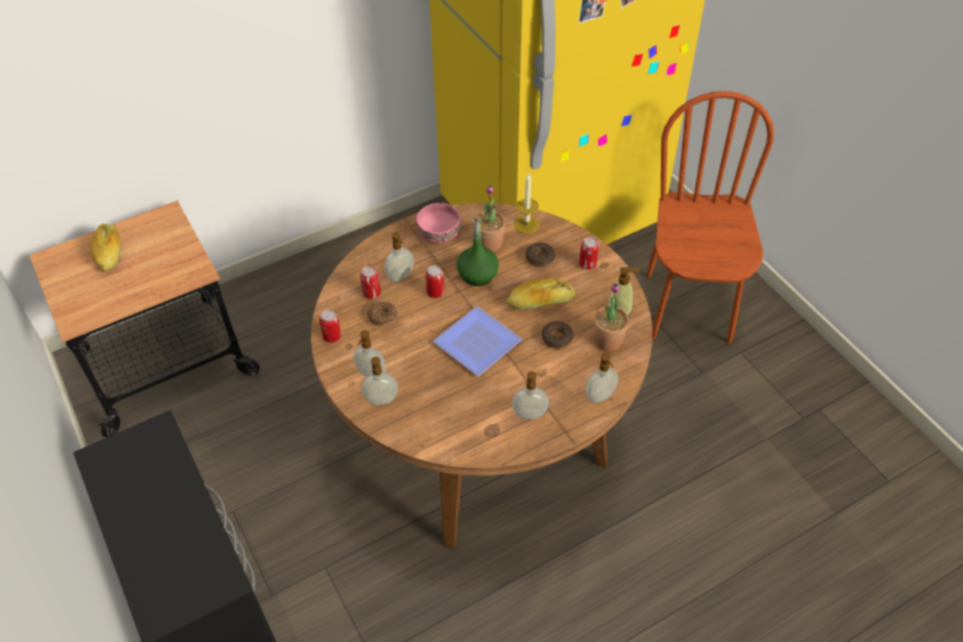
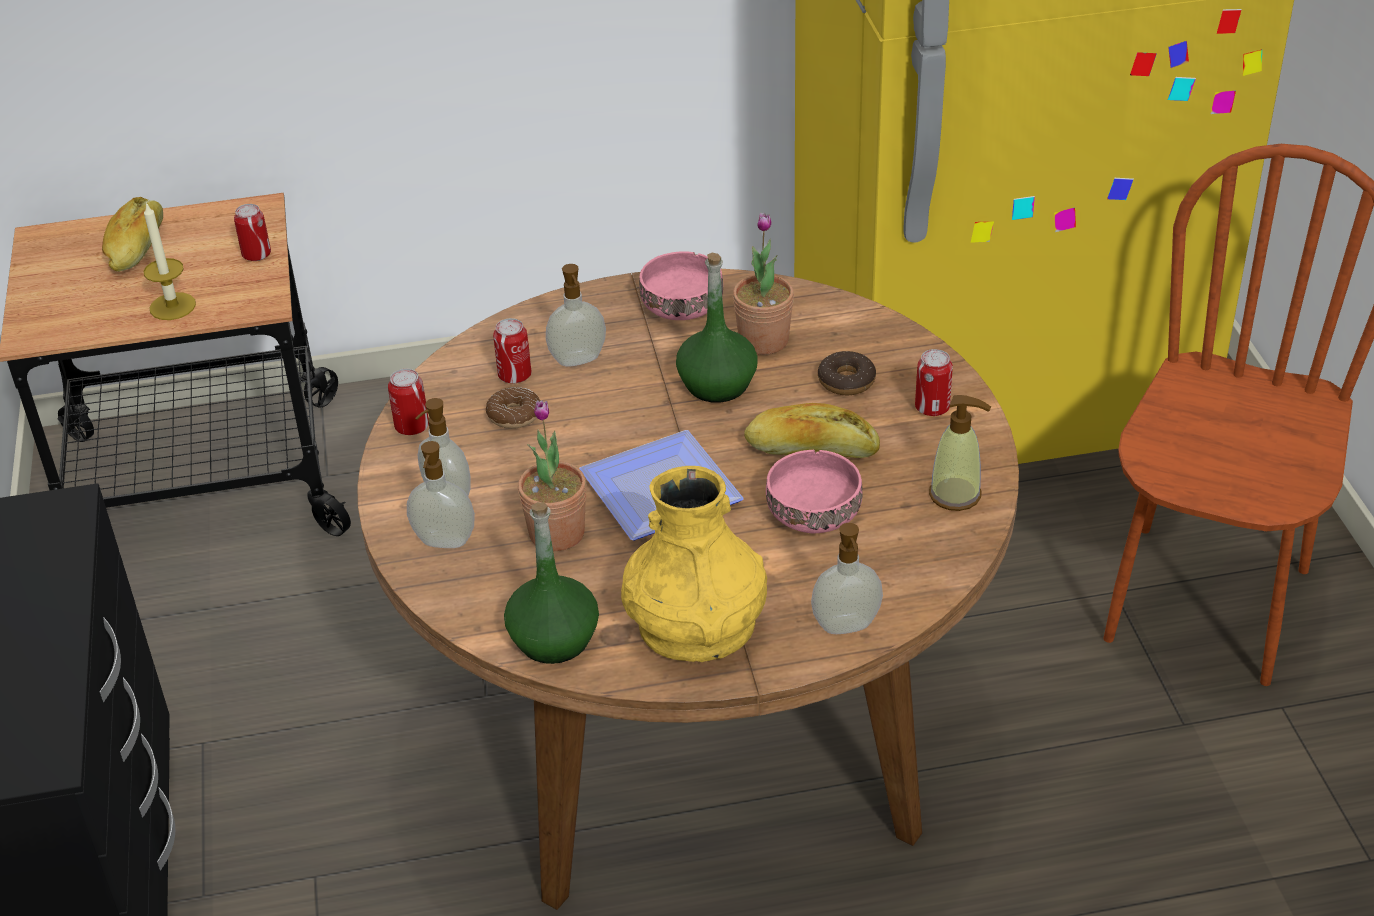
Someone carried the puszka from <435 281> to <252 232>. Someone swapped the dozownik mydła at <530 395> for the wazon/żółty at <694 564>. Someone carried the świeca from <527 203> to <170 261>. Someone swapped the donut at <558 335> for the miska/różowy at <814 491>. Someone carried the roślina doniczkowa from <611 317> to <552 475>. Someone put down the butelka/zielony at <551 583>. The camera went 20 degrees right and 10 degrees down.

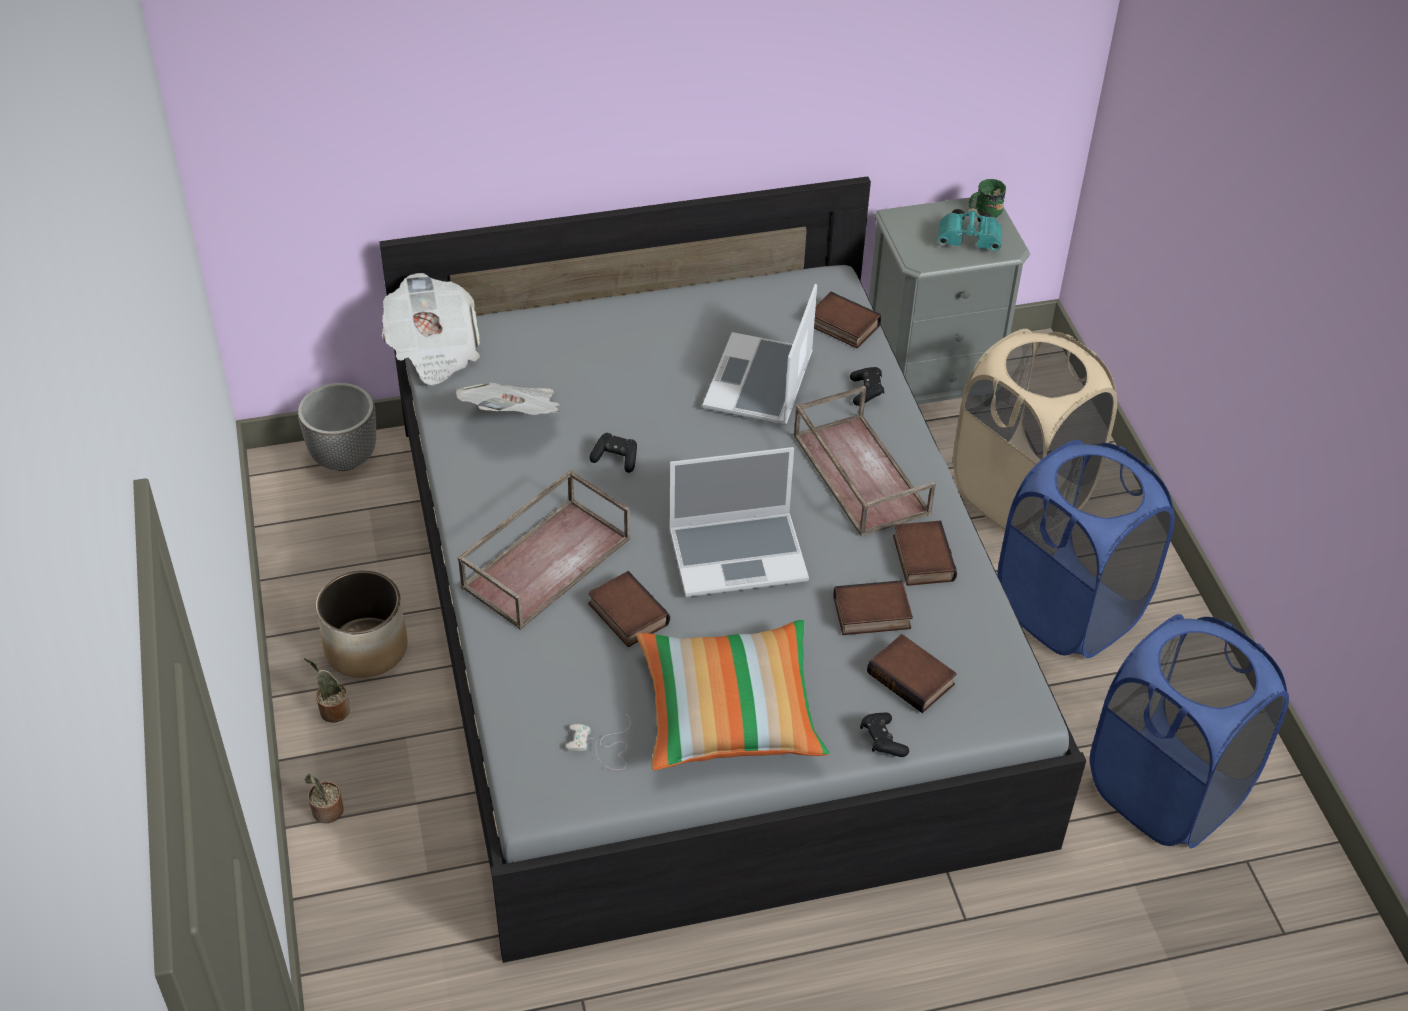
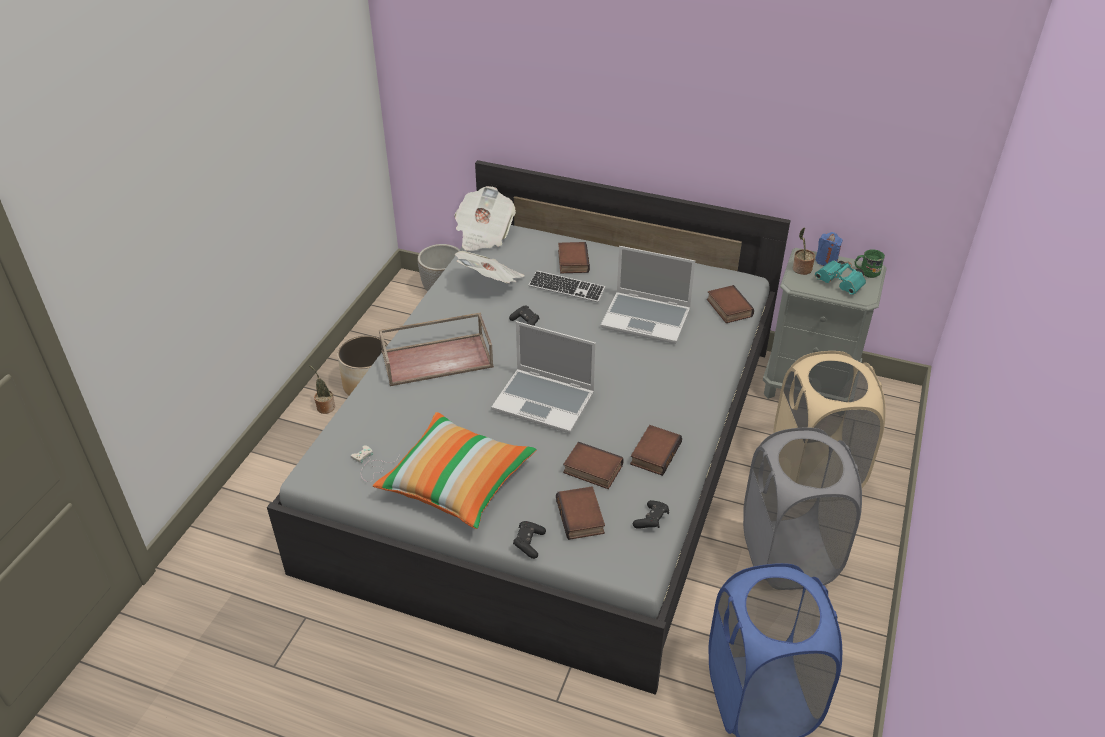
Someone carried the roślina doniczkowa from <324 798> to <803 251>. Someone carried the książka from <629 609> to <574 257>. Someone rotated the laptop at <759 354> by 120 degrees counterclockwise. Someone took away the taca/brązowy at <864 461>. Someone carried the pad do gier/czarny from <867 386> to <651 514>. Someone repainted the kosz na pranie/niebieski at <1086 549>, which became the kosz na pranie/szary at <802 506>. Someone put down the klawiatura at <567 286>. Someone put down the świeca/niebieski at <829 249>. The camera went 35 degrees right and 5 degrees down.

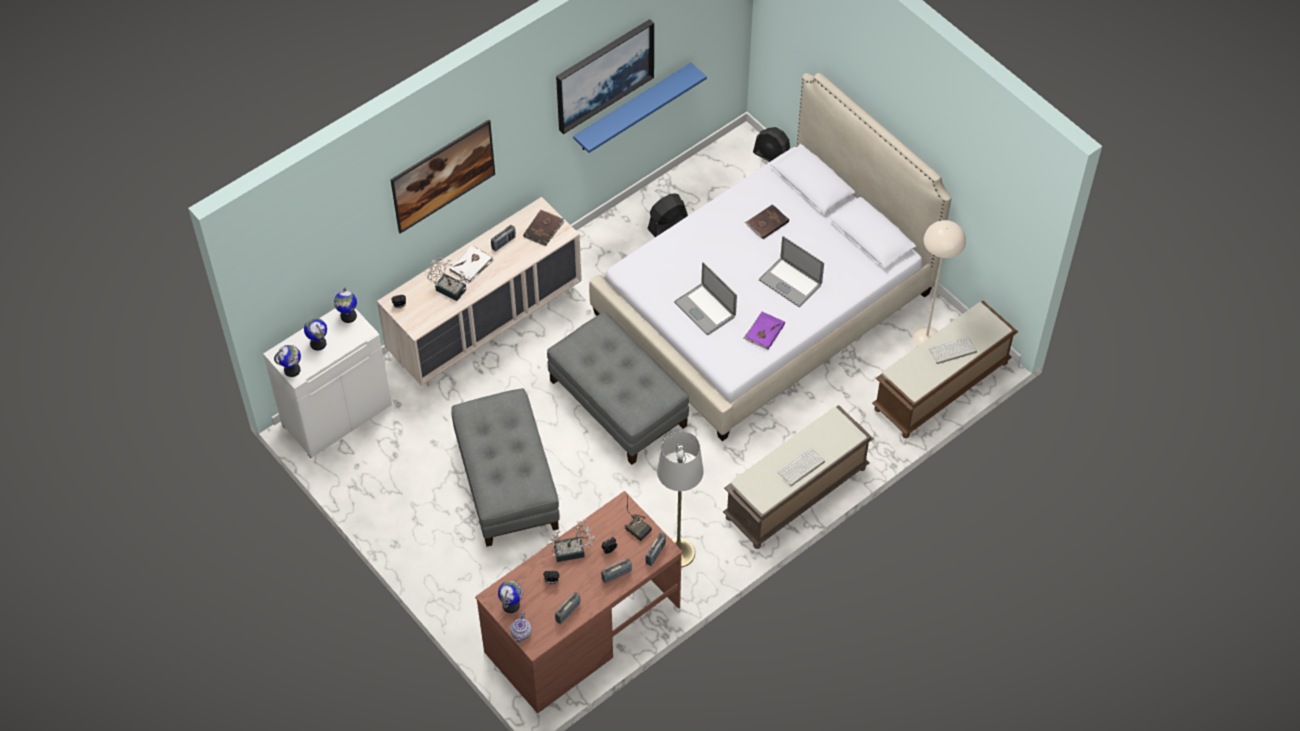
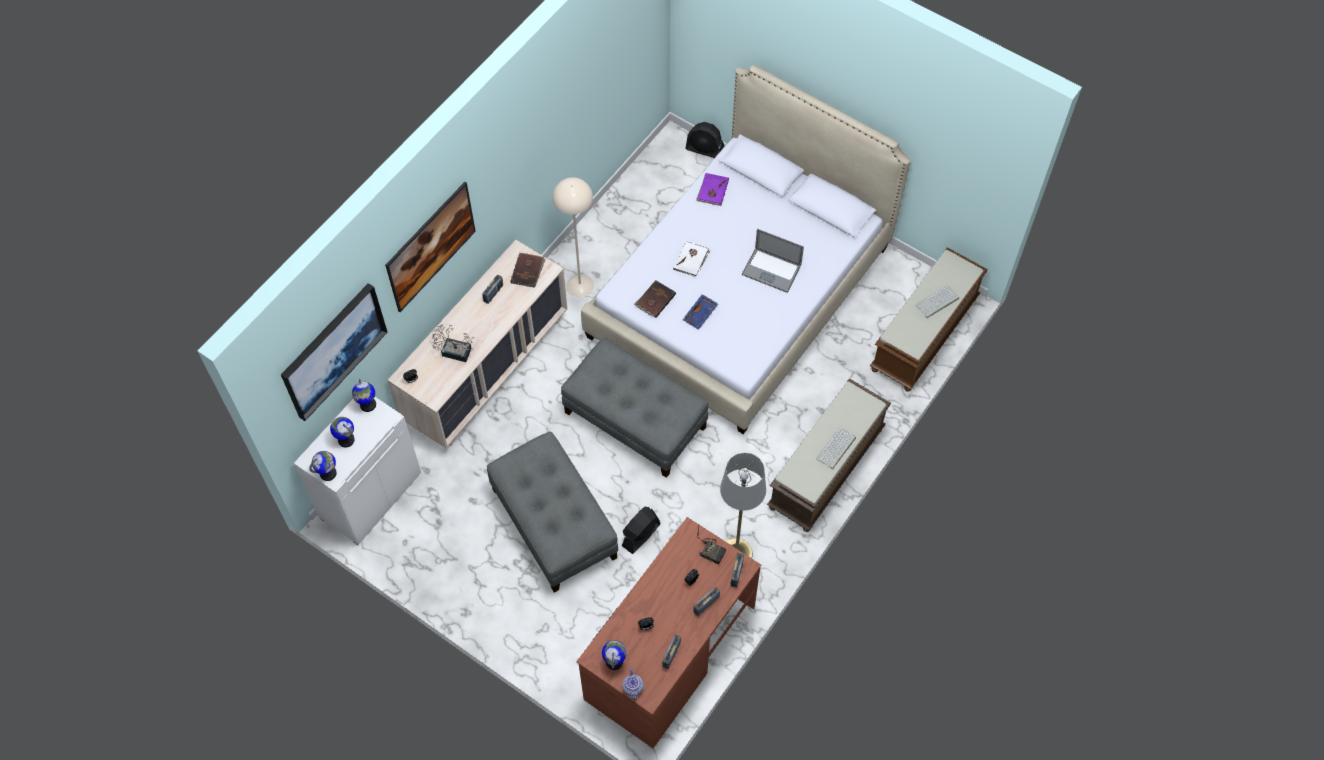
Someone carried the książka/biały from <471 264> to <691 259>. Someone took away the roślina doniczkowa at <571 540>. Someone carried the obraz from <605 76> to <334 352>. Someone took away the półka/niebieski at <640 108>. Someone carried the wentylator/czarny from <668 215> to <641 530>. Someone swapped the laptop at <705 298> for the taca/niebieski at <700 312>. Someone carried the książka/fioletowy from <764 330> to <712 189>. Someone carried the książka/brązowy from <767 221> to <655 299>. Someone carried the lampa stojąca/beżowy from <939 283> to <573 237>. The camera went 15 degrees left and 5 degrees up.

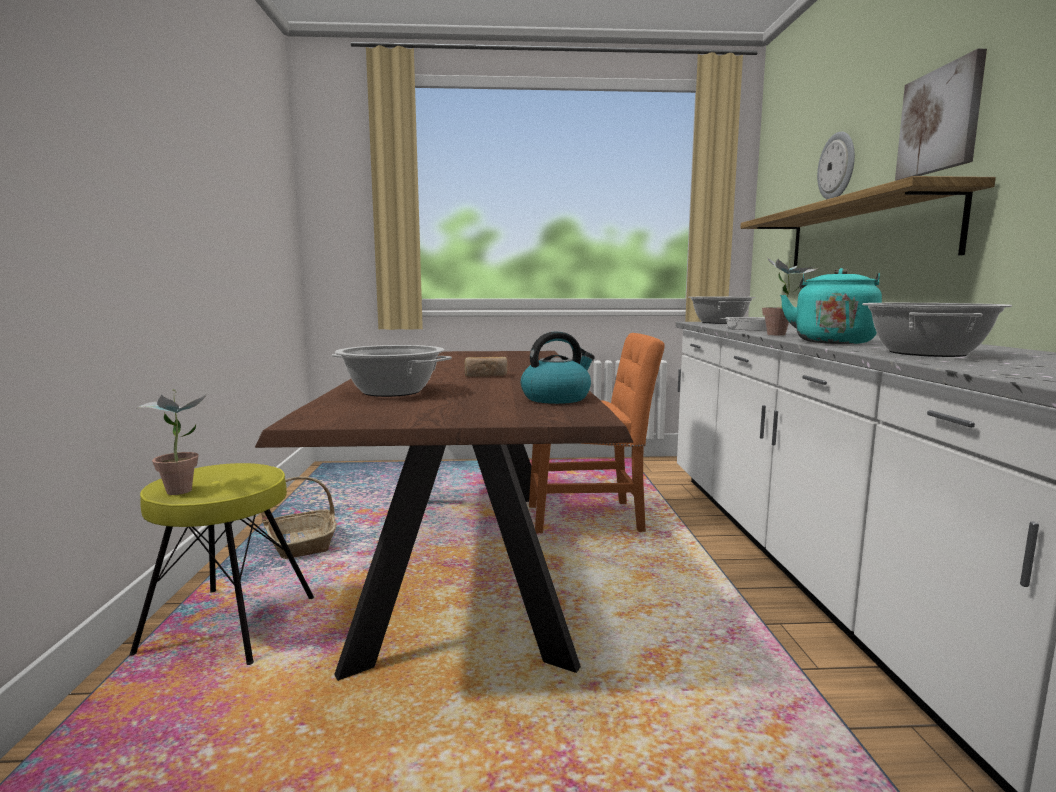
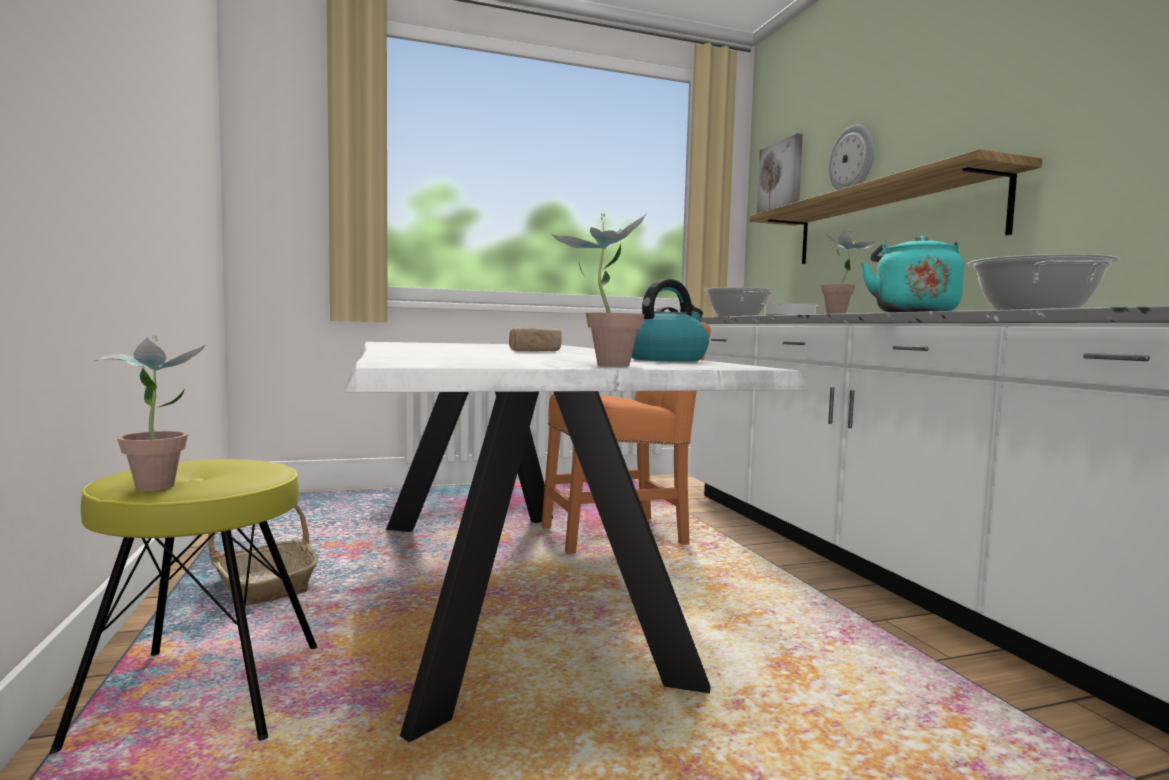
Someone repainted the stół jadalny/brązowy at <444 516>, which became the stół jadalny/biały at <577 542>. Someone took away the garnek at <391 371>. Someone carried the obraz from <941 115> to <780 173>. Someone put down the roślina doniczkowa at <598 290>. The camera went 15 degrees left and 5 degrees down.

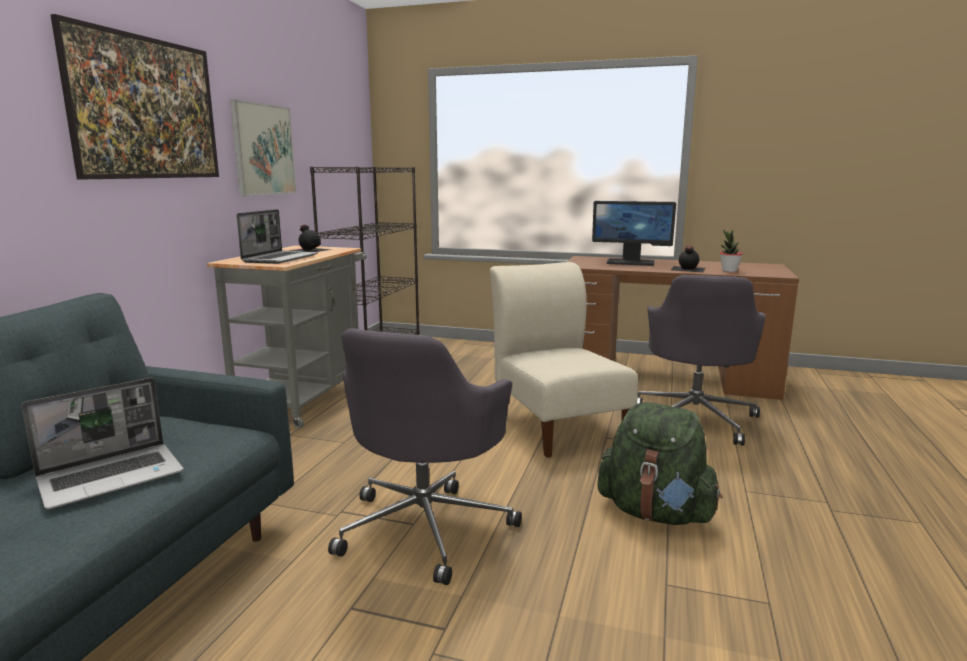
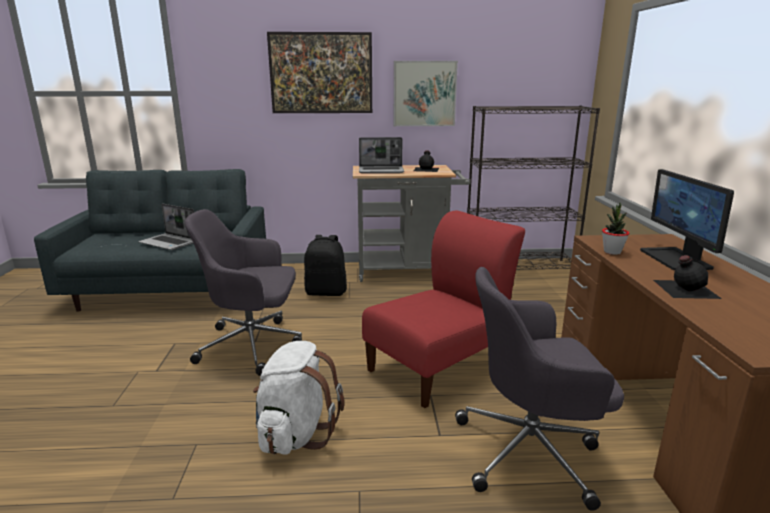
Someone repainted the krzesło/beżowy at <564 360>, which became the krzesło/czerwony at <443 309>. Someone repainted the plecak/zielony at <660 463>, which became the plecak/biały at <299 398>. Someone carried the roślina doniczkowa from <731 251> to <615 229>. Someone put down the plecak/czarny at <325 265>. The camera went 70 degrees right and 5 degrees up.

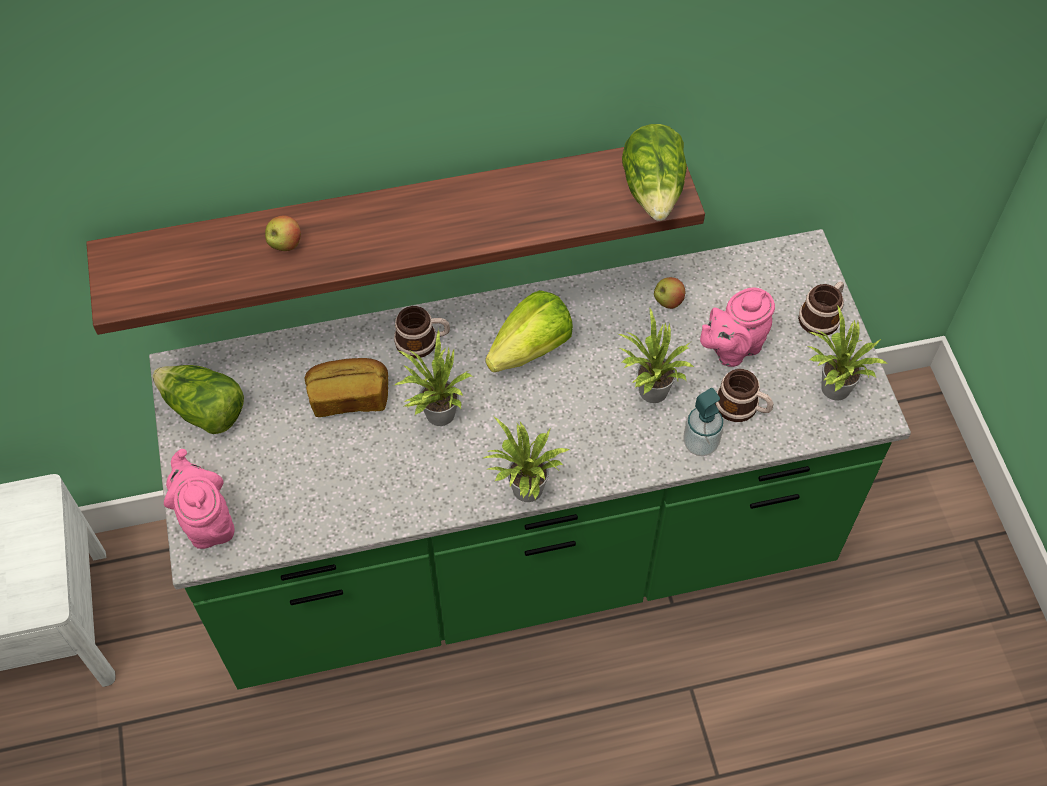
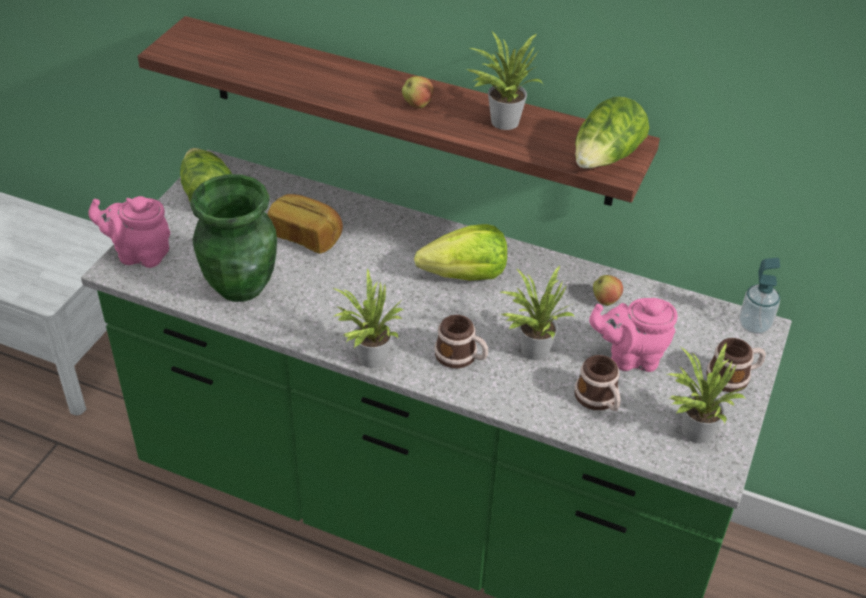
Someone rotated the imbryk/różowy at <199 499> by 90 degrees counterclockwise. Someone carried the jabłko from <283 233> to <418 92>. Someone carried the kubek from <422 332> to <461 341>. Someone carried the roślina doniczkowa from <433 377> to <505 81>. Someone carried the dozownik mydła from <703 422> to <759 296>. Someone put down the wazon/zielony at <233 238>. The camera went 35 degrees right and 15 degrees down.

